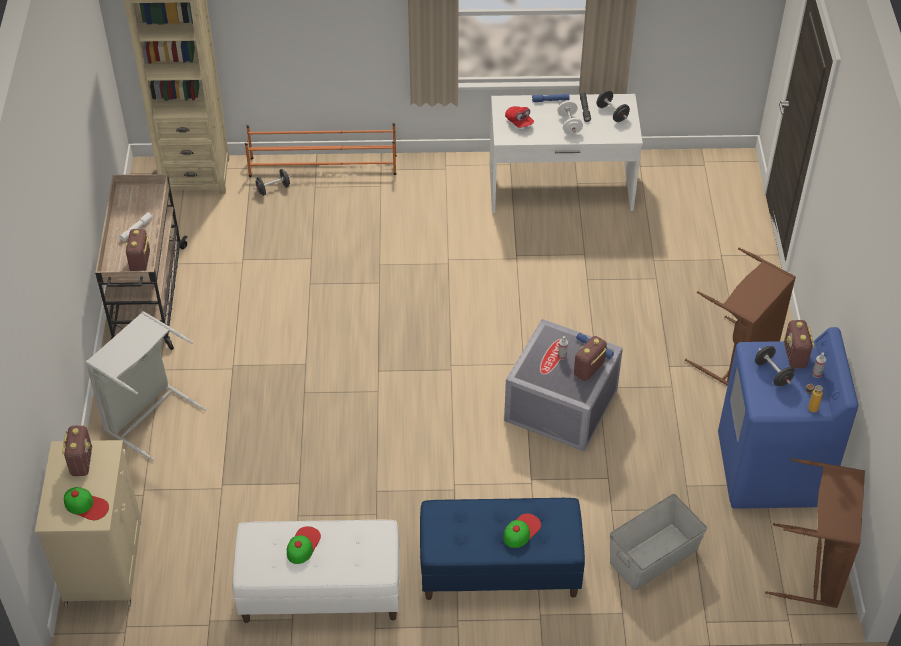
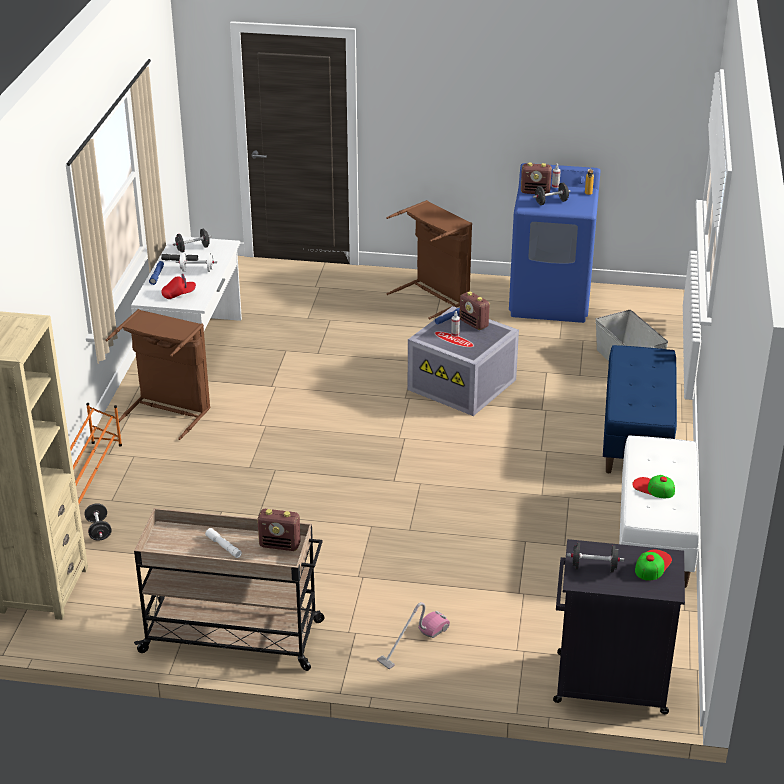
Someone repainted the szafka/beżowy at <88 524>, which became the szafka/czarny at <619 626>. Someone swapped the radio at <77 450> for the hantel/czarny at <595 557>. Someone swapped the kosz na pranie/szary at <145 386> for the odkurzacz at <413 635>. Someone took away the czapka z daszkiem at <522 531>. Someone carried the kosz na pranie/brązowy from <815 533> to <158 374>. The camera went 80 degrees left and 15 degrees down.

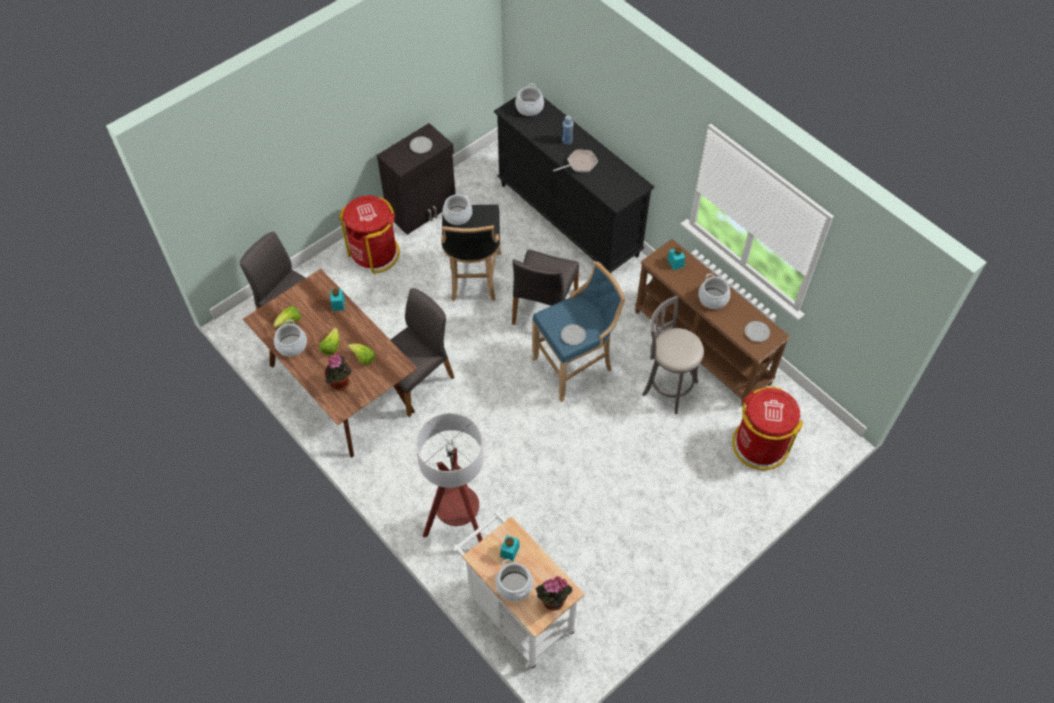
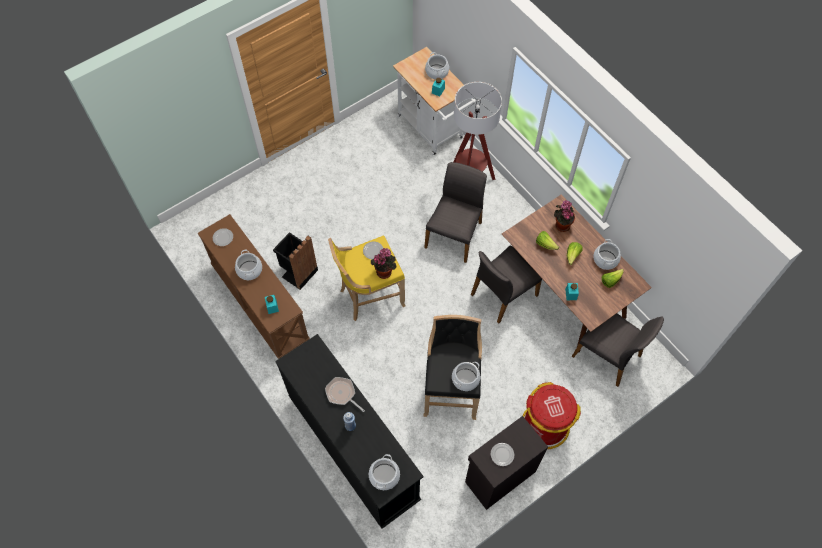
Someone carried the krzesło/szary from <545 287> to <455 212>. Someone repainted the stołek/niebieski at <578 331>, which became the stołek/żółty at <366 278>. Someone carried the roślina doniczkowa from <554 593> to <383 263>. Someone rotated the patelnia at <575 161> by 60 degrees clockwise. Someone swapped the stołek/szary at <673 355> for the kosz na śmieci/czarny at <295 261>. Someone took away the kosz na śmieci/czerwony at <767 428>. The camera went 175 degrees left and 5 degrees up.

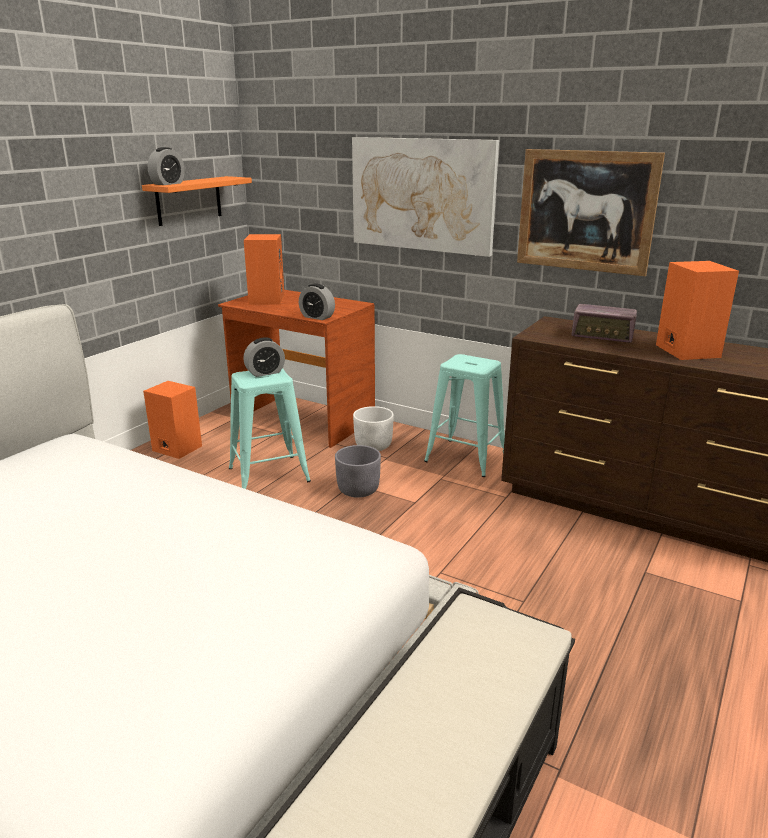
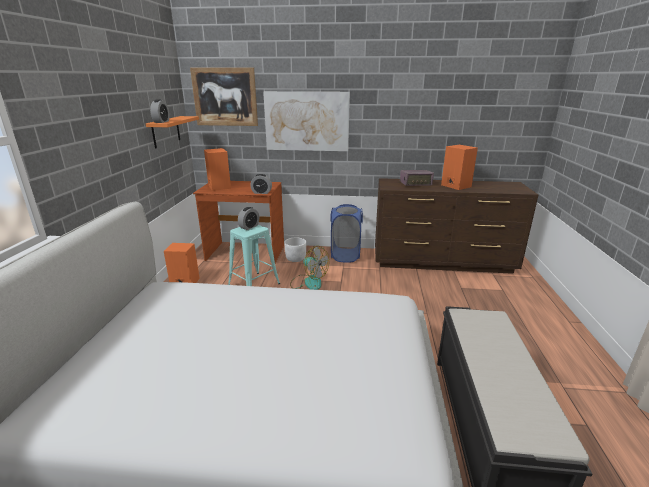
Someone swapped the donica/szary at <358 471> for the wentylator at <309 268>. Someone swapped the stołek/turkusowy at <464 415> for the kosz na pranie/niebieski at <347 233>. Someone carried the obraz from <591 212> to <224 96>. The camera went 25 degrees left and 0 degrees up.

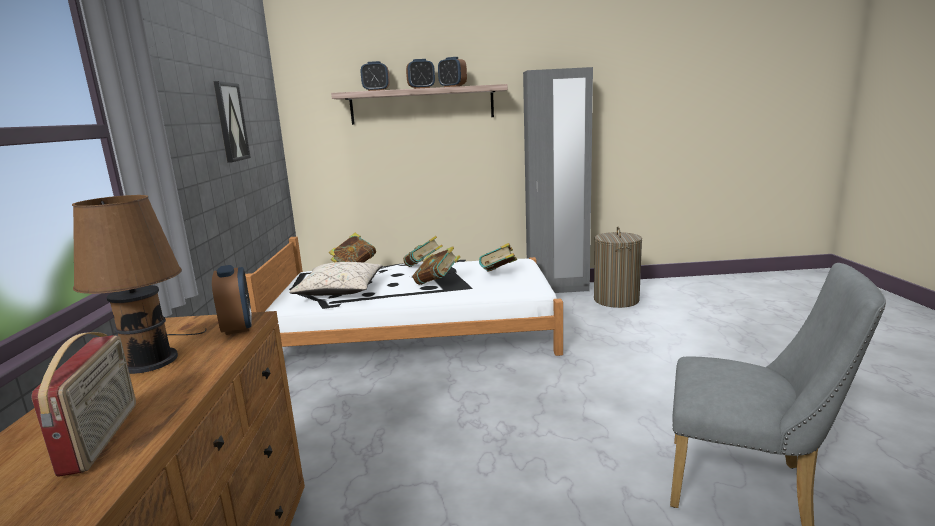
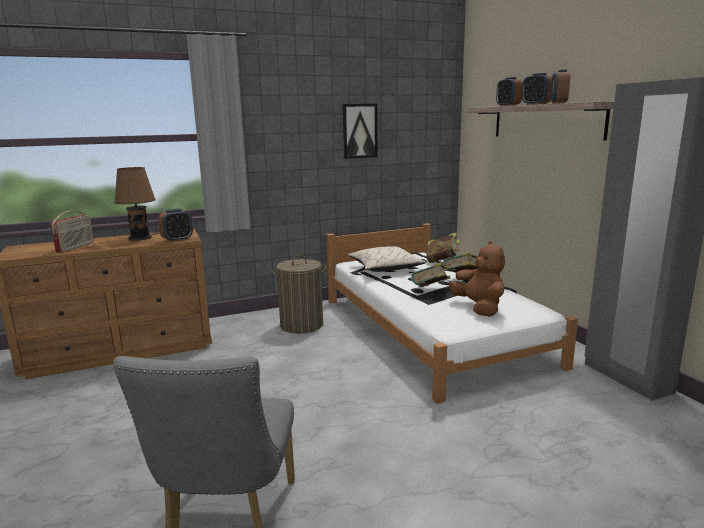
Someone rotated the radio at <84 404> by 45 degrees counterclockwise. Someone swapped the książka at <498 257> for the pluszak/brązowy at <477 279>. Someone carried the kosz na pranie from <618 267> to <298 294>. The camera went 70 degrees right and 0 degrees up.

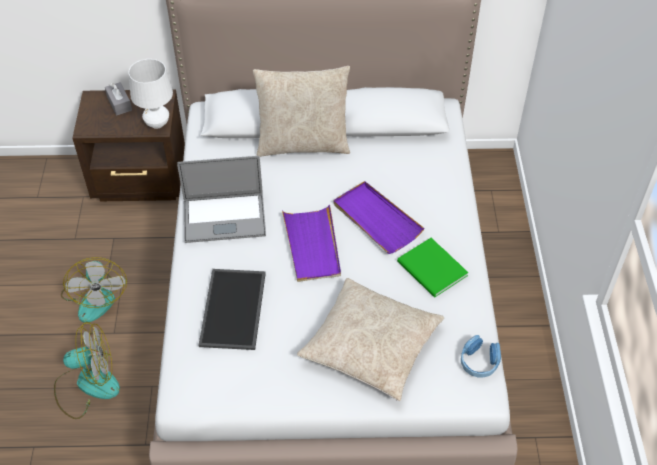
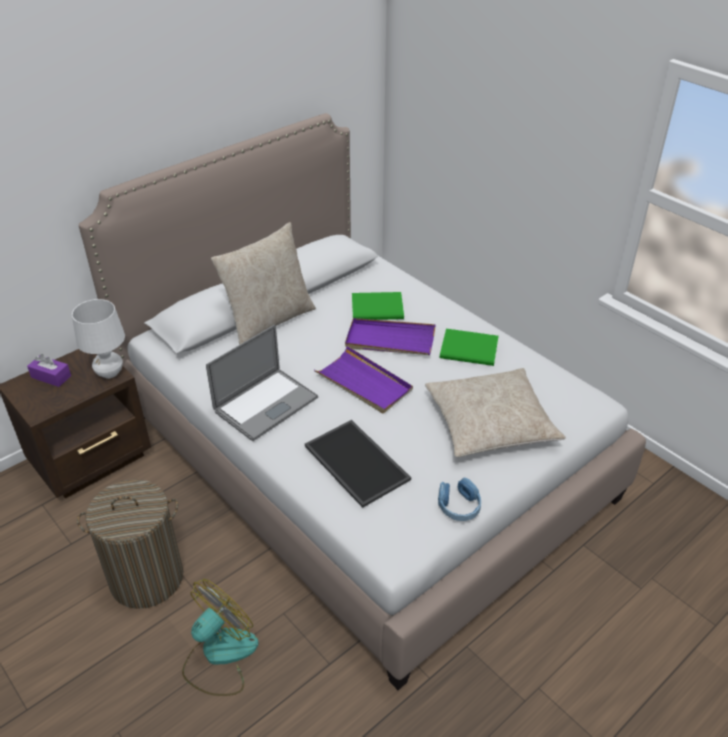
Someone swapped the wentylator at <94 290> for the kosz na pranie at <130 544>. Someone repainted the pudełko chusteczek/szary at <118 98>, which became the pudełko chusteczek/fioletowy at <49 370>. Someone carried the słuchawki/niebieski from <481 356> to <459 499>. Someone put down the książka/zielony at <378 306>. The camera went 40 degrees left and 10 degrees down.

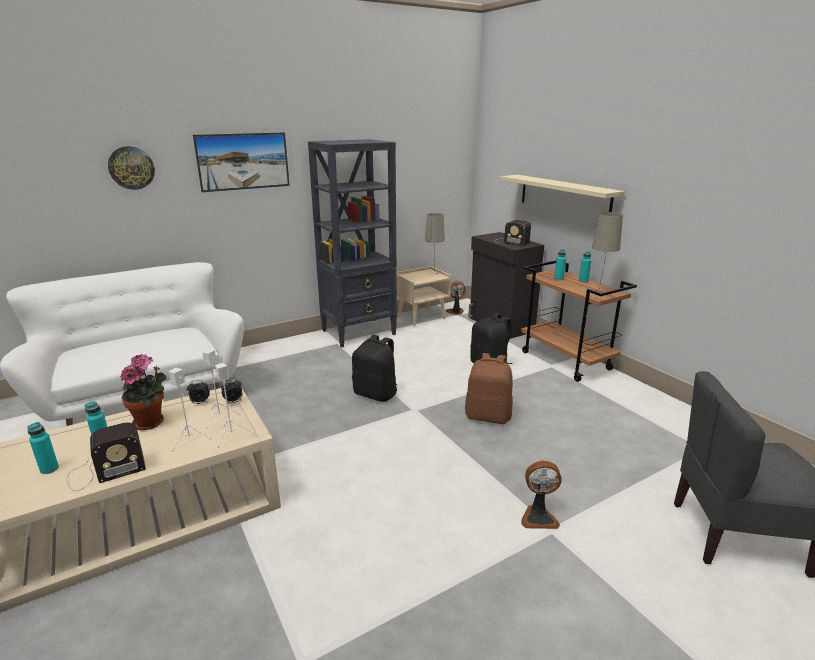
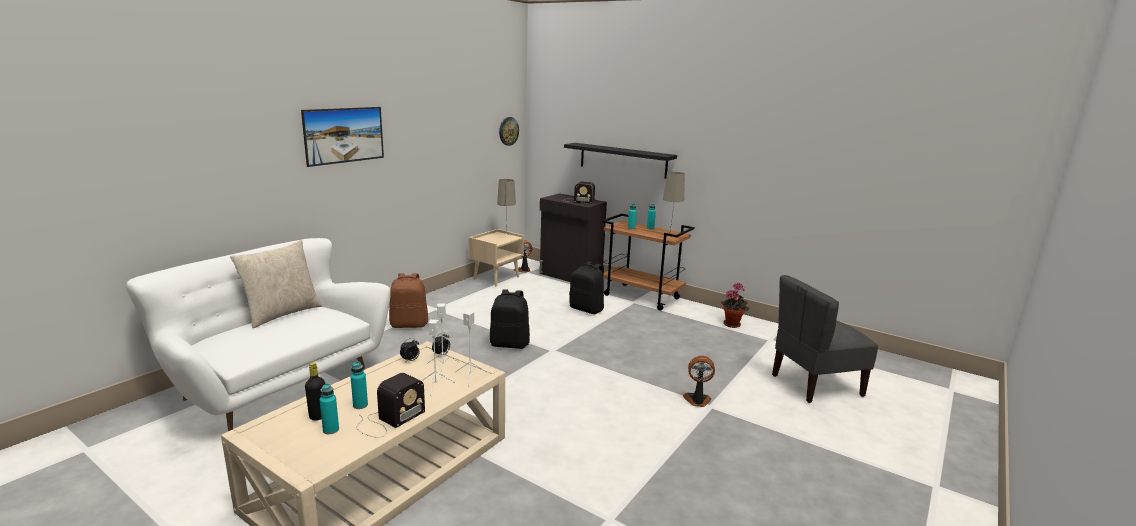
Someone carried the zegar ścienny from <131 168> to <509 131>. Someone carried the roślina doniczkowa from <143 392> to <735 305>. Someone took away the regał/czarny at <352 243>. Someone carried the plecak/brązowy from <489 388> to <408 300>. Someone repainted the półka/beżowy at <562 193>, which became the półka/czarny at <620 161>. Someone rotated the wentylator at <541 495> by 150 degrees counterclockwise. Someone put down the poduszka/beżowy at <276 284>. Someone put down the butelka/czarny at <315 391>. The camera went 25 degrees left and 5 degrees down.

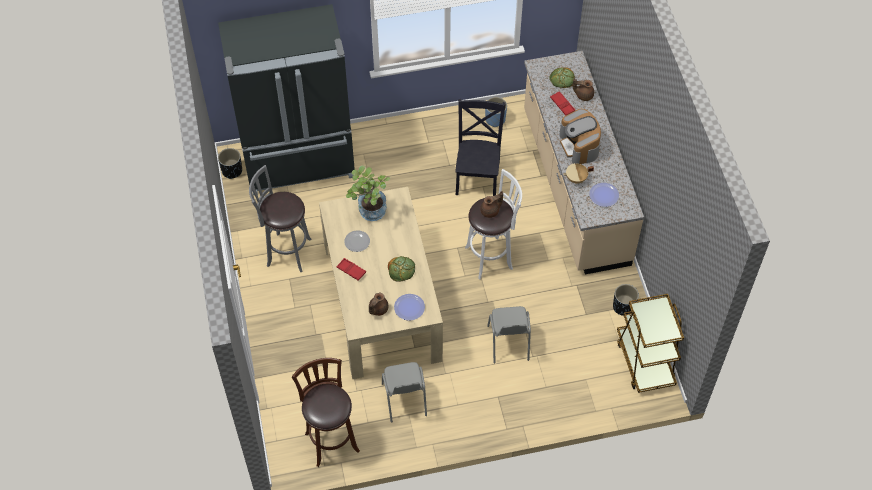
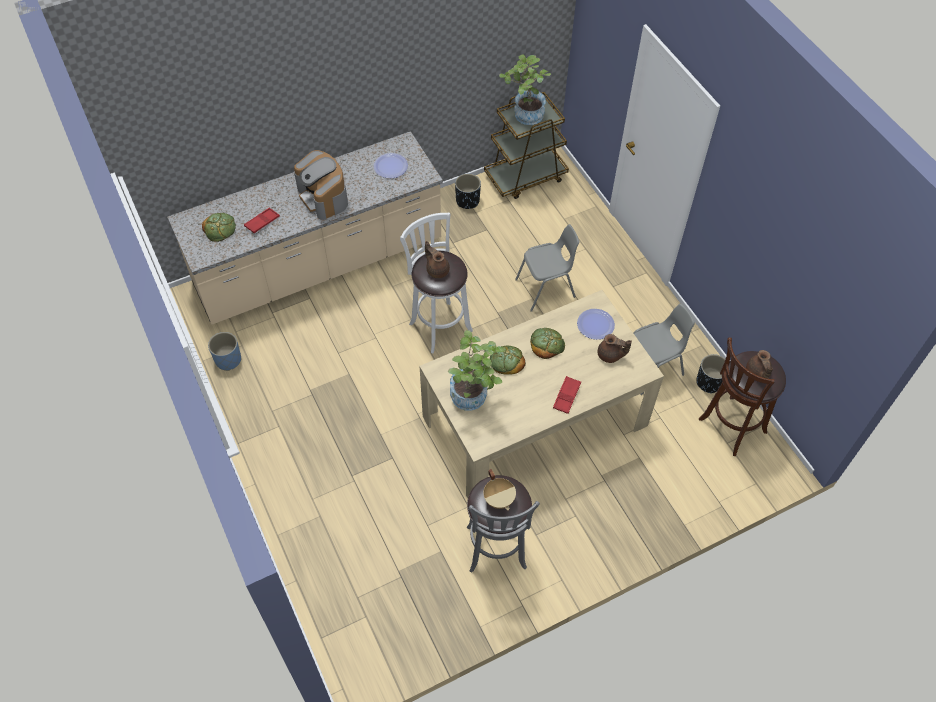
Someone took away the lodówka/czarny at <286 99>. Someone carried the donica/czarny from <230 163> to <710 373>. Someone took away the talerz at <357 241>. Someone took away the krzesło/czarny at <480 147>. Someone rotated the ekspres do kawy at <580 136> by 90 degrees clockwise. Someone carried the garnek/beżowy from <578 173> to <499 489>. Someone carried the imbryk/brązowy from <583 90> to <759 364>. Someone put down the chleb at <508 360>. Someone put down the roślina doniczkowa at <525 89>. The camera went 105 degrees left and 0 degrees up.

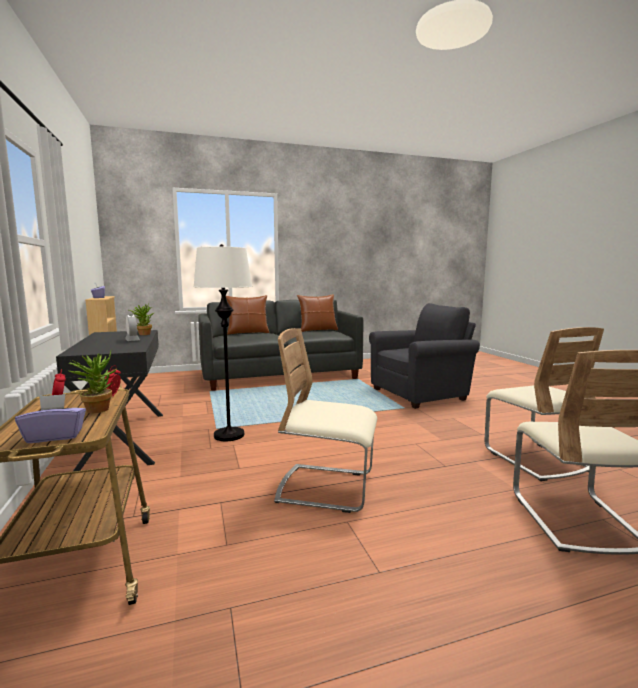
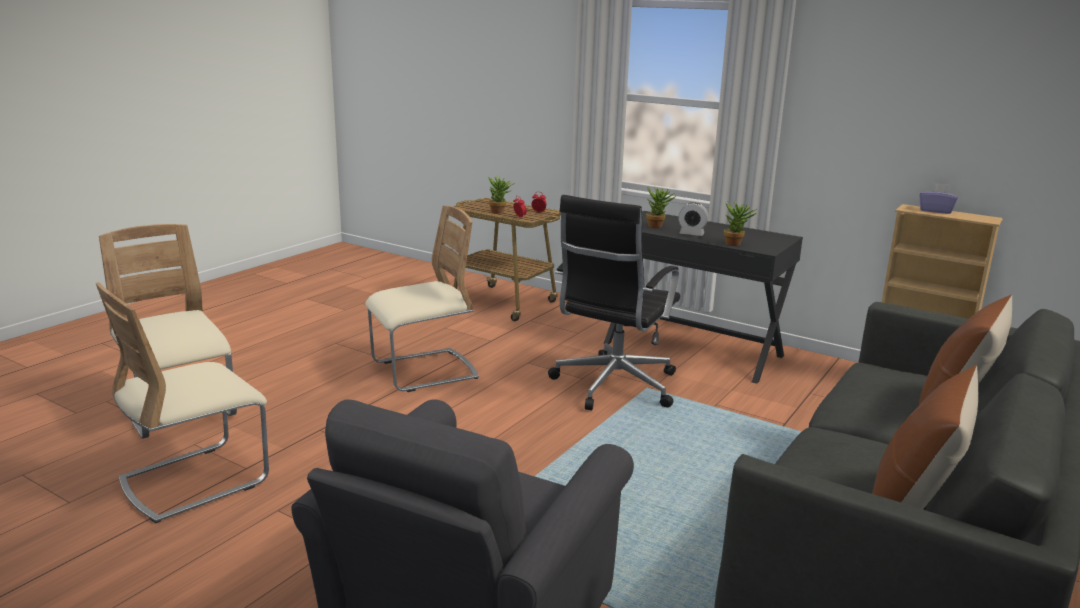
Someone took away the pudełko chusteczek/fioletowy at <50 418>. Someone swapped the lampa stojąca/biały at <222 342> for the krzesło biurowe/czarny at <614 302>. Someone rotated the krzesło/beżowy at <544 404> by 75 degrees counterclockwise. Someone put down the roślina doniczkowa at <661 207>. The camera went 140 degrees right and 10 degrees up.

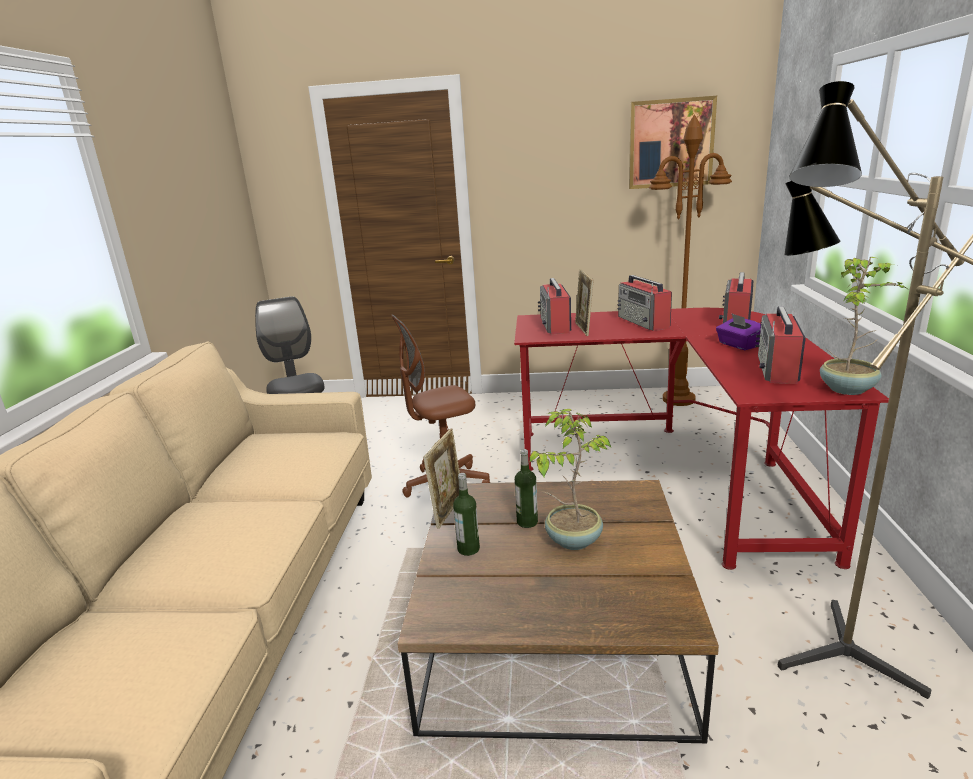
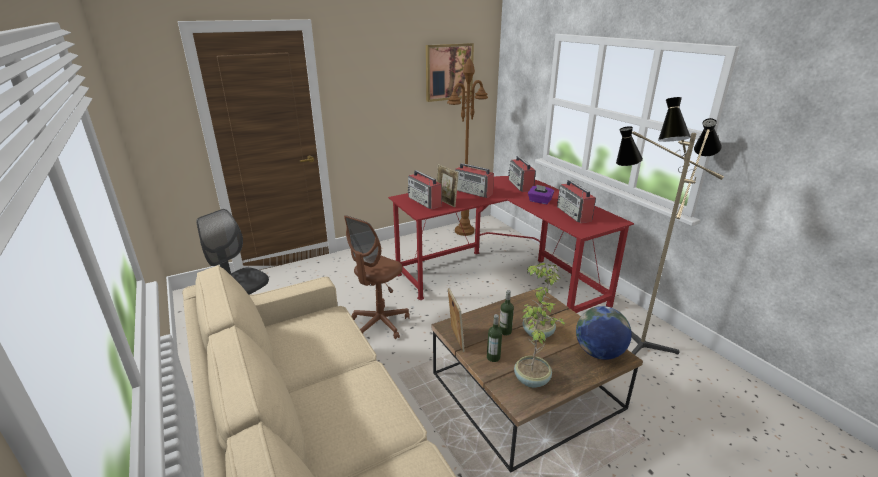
Someone carried the roślina doniczkowa from <863 326> to <539 345>. Someone put down the globus at <604 333>. The camera went 35 degrees left and 5 degrees up.

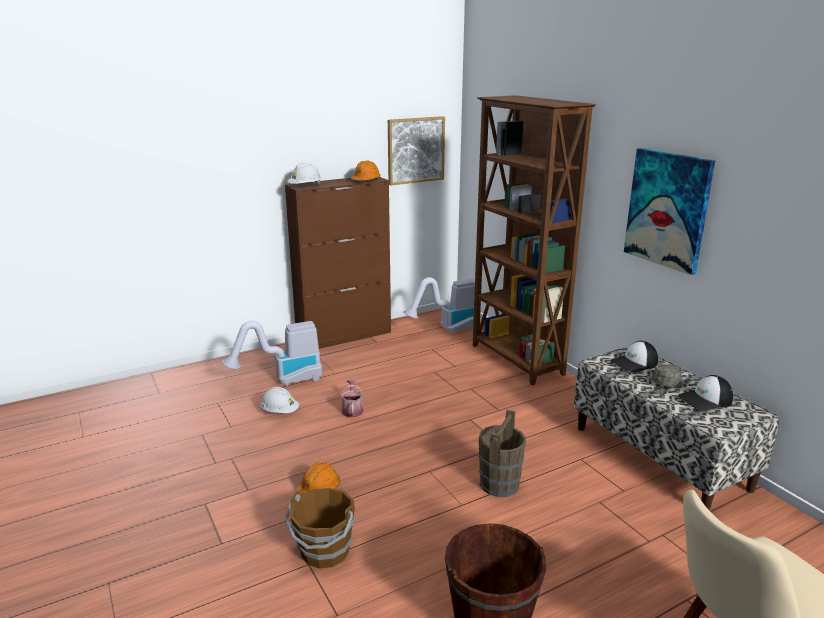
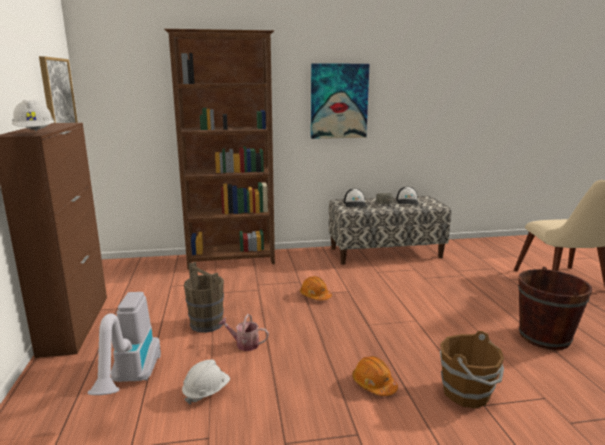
Someone carried the kask/pomarańczowy from <366 170> to <316 288>. Someone took away the odkurzacz at <442 305>. Someone carried the wiadro/brązowy from <502 453> to <204 297>. The camera went 70 degrees left and 5 degrees down.

